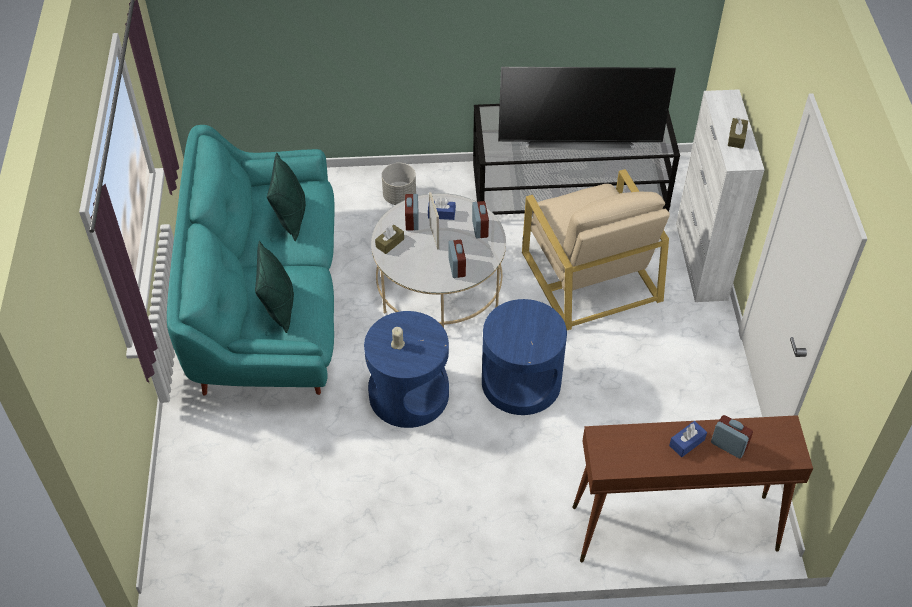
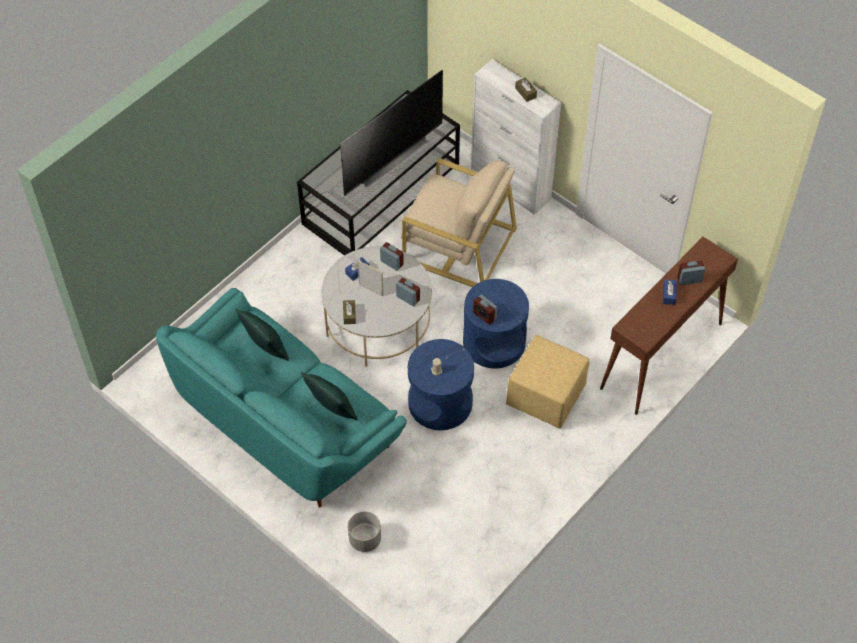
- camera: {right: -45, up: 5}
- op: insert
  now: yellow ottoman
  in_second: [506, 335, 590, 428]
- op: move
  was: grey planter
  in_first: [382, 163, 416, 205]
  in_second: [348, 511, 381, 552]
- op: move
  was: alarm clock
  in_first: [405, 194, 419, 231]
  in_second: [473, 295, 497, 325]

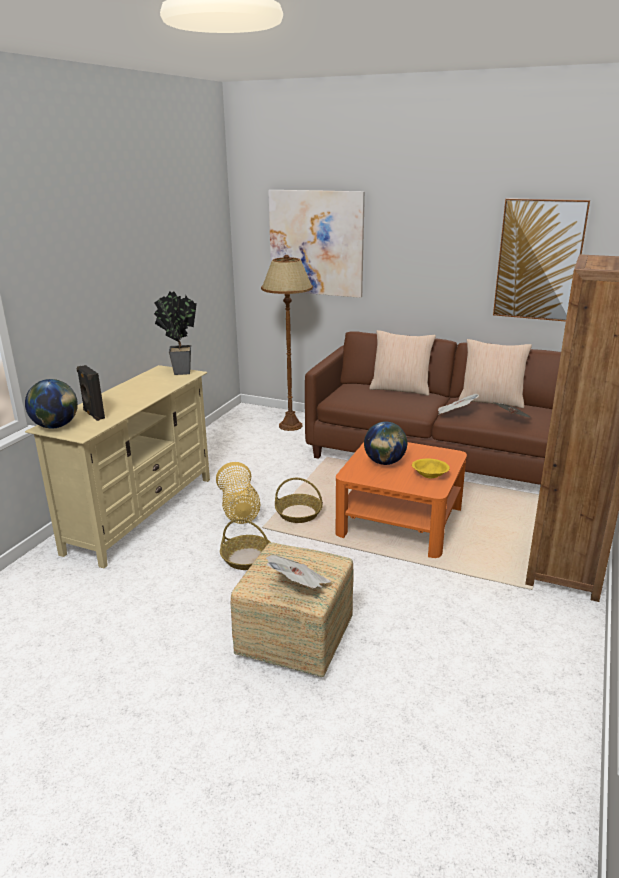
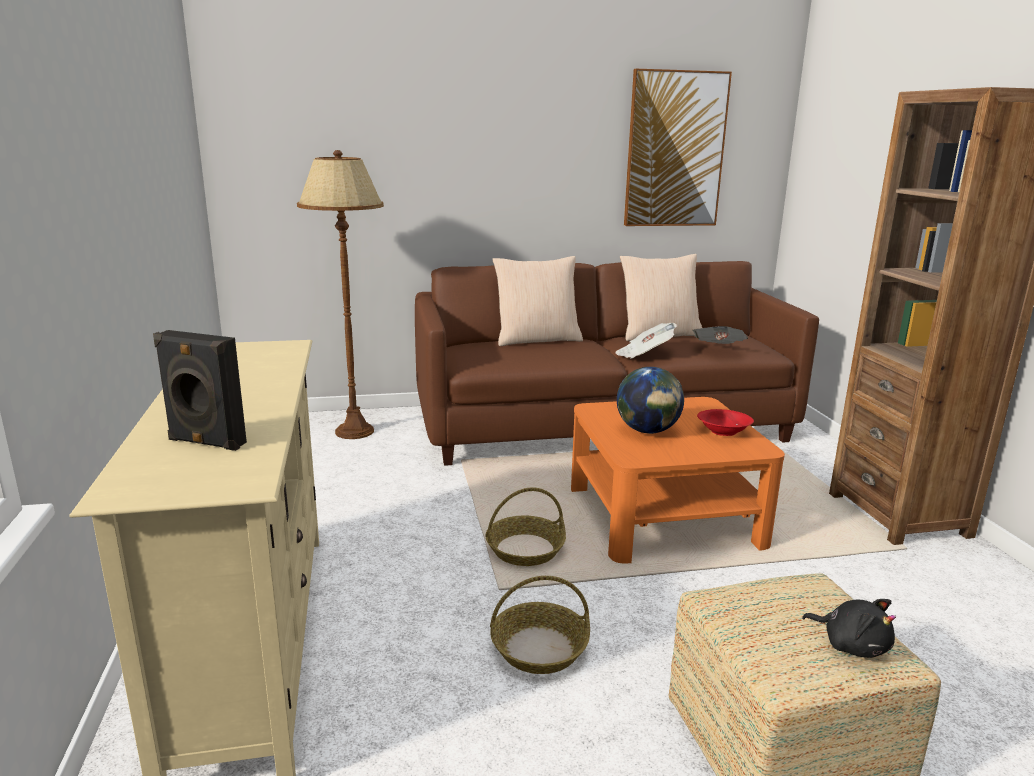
- camera: {right: -35, up: -5}
- op: delete
  was: globe
  in_first: [25, 379, 78, 429]
- op: delete
  was: potted plant
  in_first: [154, 291, 197, 375]
- op: delete
  was: basket
  in_first: [216, 462, 260, 524]
- op: delete
  was: picture
  in_first: [268, 190, 365, 298]
- op: replace
  was: newspaper
  now: black plush toy
  in_first: [266, 555, 331, 588]
  in_second: [802, 599, 896, 658]
- op: recolor
  was: yellow bowl
  now: red bowl
  in_first: [412, 459, 450, 479]
  in_second: [697, 409, 754, 436]

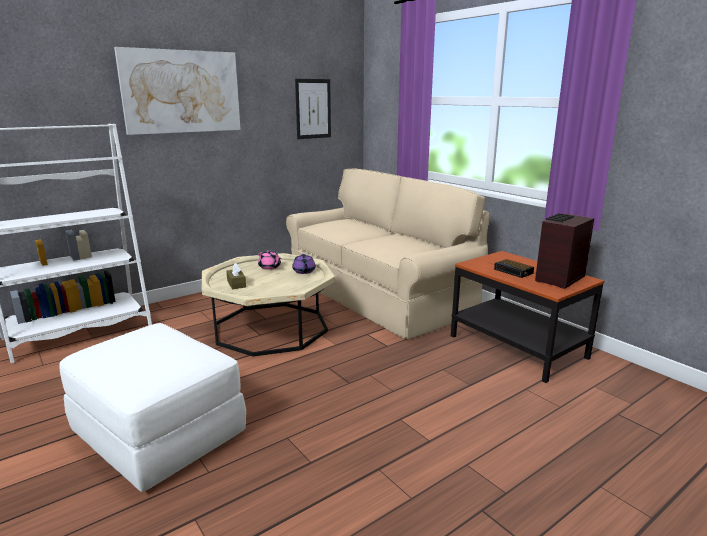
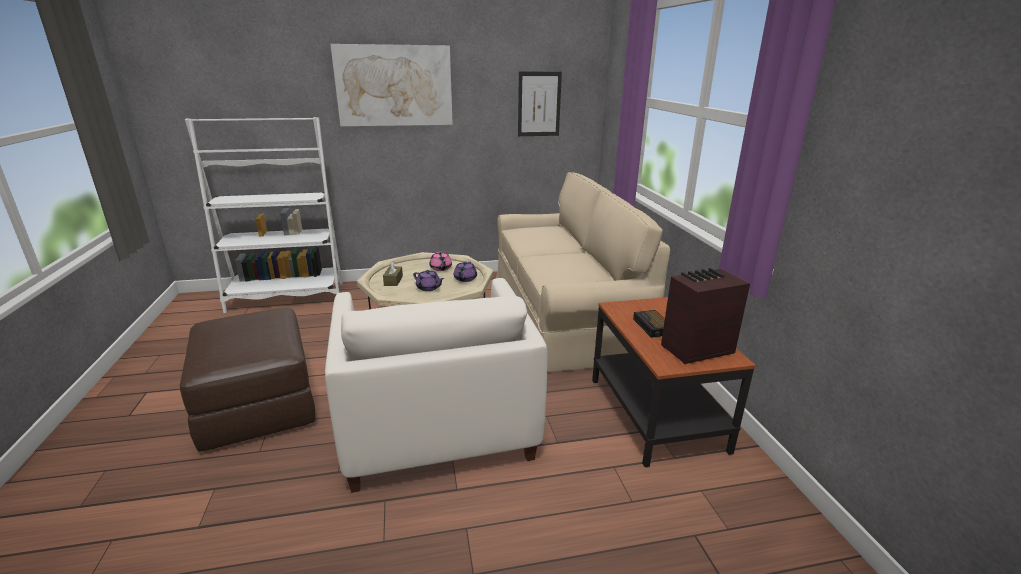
- camera: {right: 25, up: 5}
- op: insert
  now: white armchair
  in_second: [325, 278, 548, 493]
- op: insert
  now: purple teapot
  in_second: [413, 270, 445, 291]
- op: recolor
  was: white ottoman
  now: brown ottoman
  in_first: [59, 323, 246, 492]
  in_second: [180, 308, 316, 452]

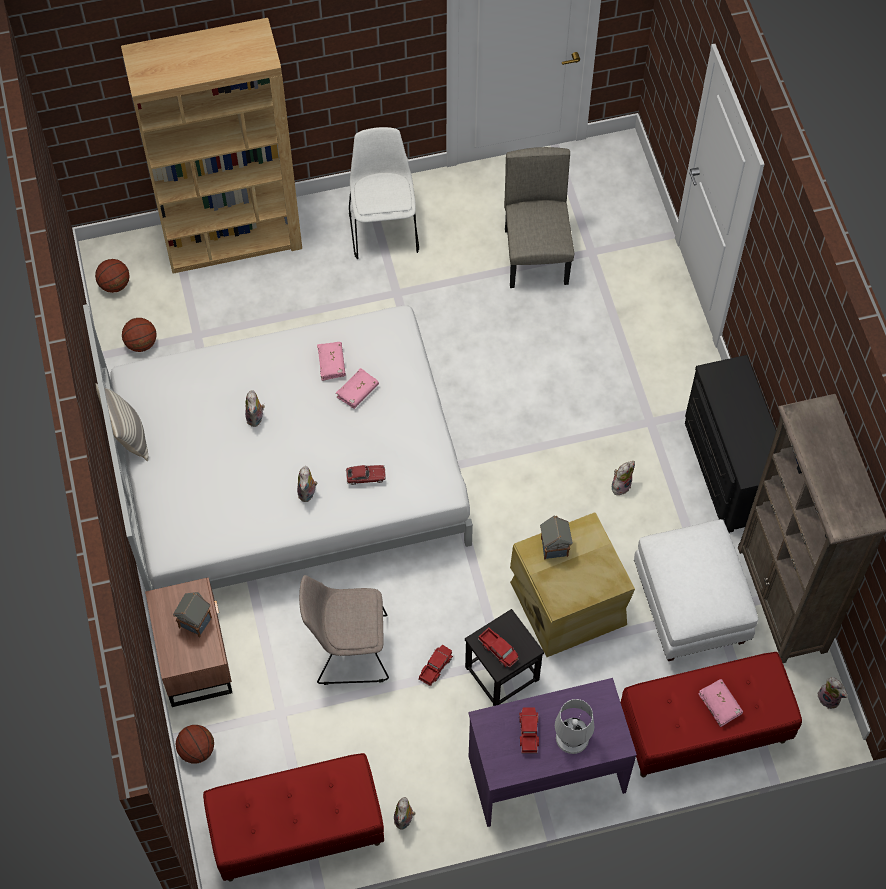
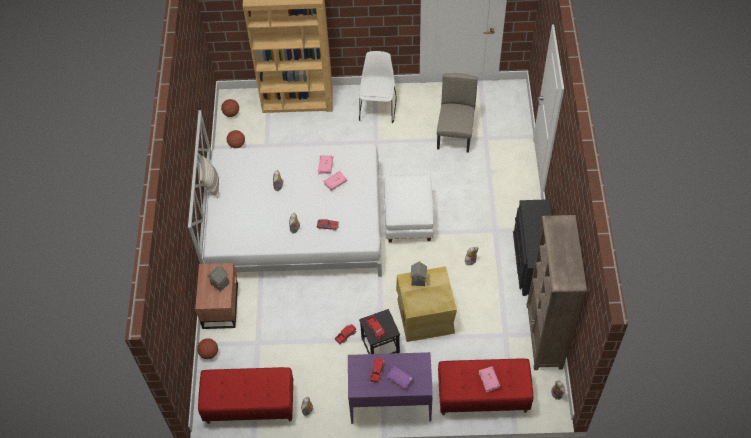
- camera: {right: 15, up: -5}
- op: delete
  was: beige chair
  in_first: [299, 575, 389, 685]
- op: move
  was: white ottoman
  in_first: [634, 519, 758, 661]
  in_second: [384, 175, 434, 242]
- op: replace
  was: white table lamp
  now: purple book
  in_first: [555, 699, 594, 754]
  in_second: [386, 366, 414, 391]

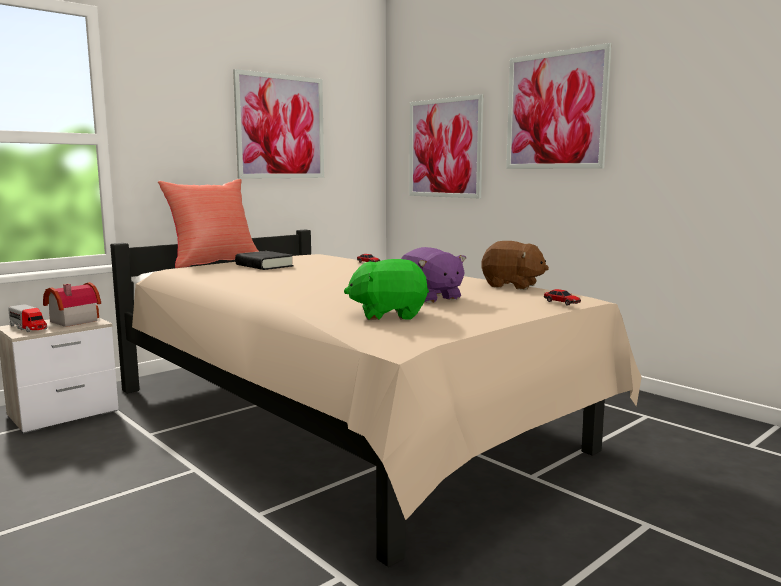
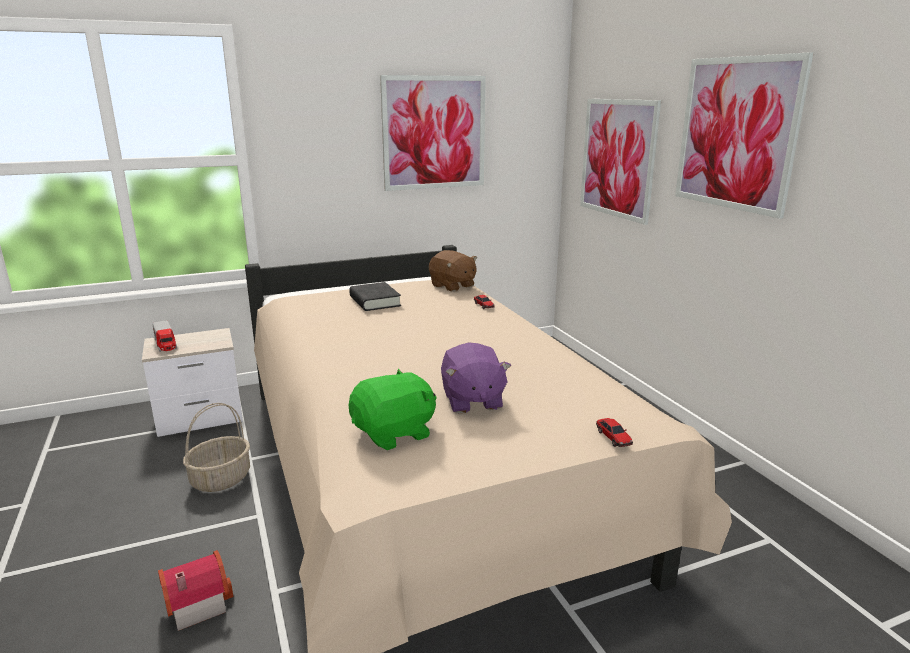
- camera: {right: 20, up: 10}
- op: delete
  was: red pillow
  in_first: [158, 179, 259, 268]
- op: insert
  now: basket
  in_second: [183, 403, 250, 492]
- op: move
  was: toy house
  in_first: [43, 282, 101, 327]
  in_second: [158, 550, 234, 631]
- op: move
  was: brown plush toy
  in_first: [481, 241, 549, 290]
  in_second: [429, 250, 477, 292]
- op: rotate
  was: green plush toy
  in_first: [344, 259, 429, 320]
  in_second: [349, 369, 437, 450]
  clockwise: 135

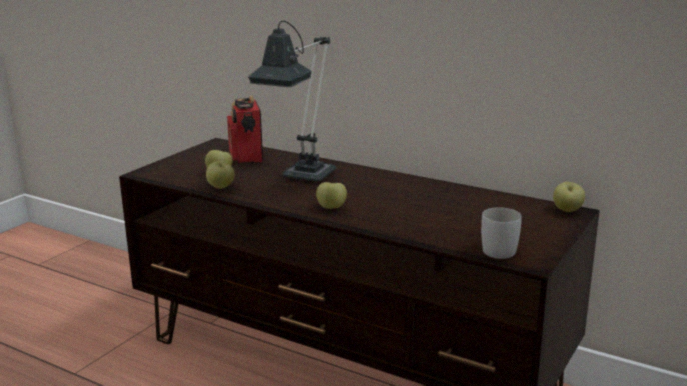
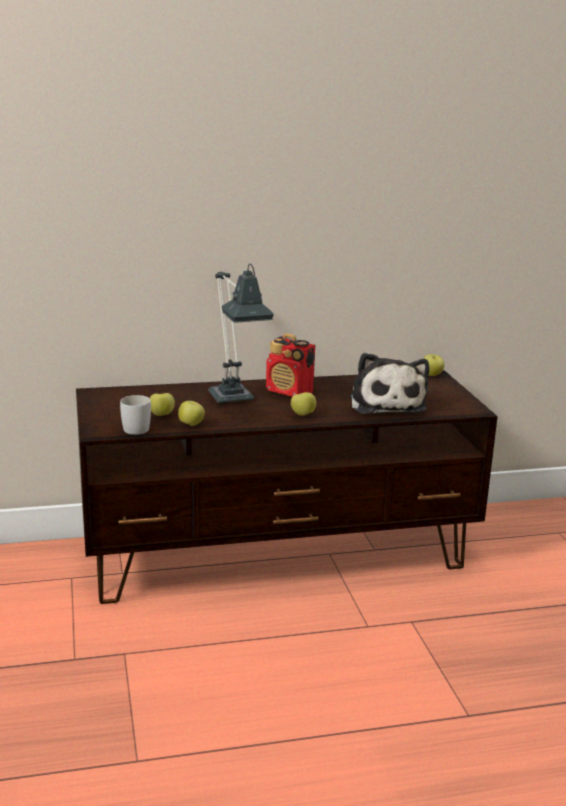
- camera: {right: -45, up: 0}
- op: insert
  now: plush toy
  in_second: [351, 352, 429, 414]
- op: move
  was: radio
  in_first: [227, 95, 264, 163]
  in_second: [266, 333, 315, 397]
- op: move
  was: white mug
  in_first: [481, 207, 522, 259]
  in_second: [120, 395, 151, 435]

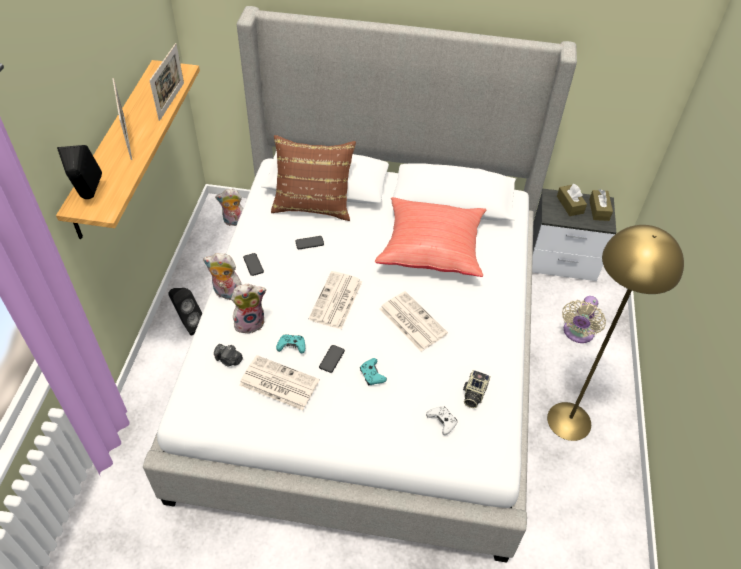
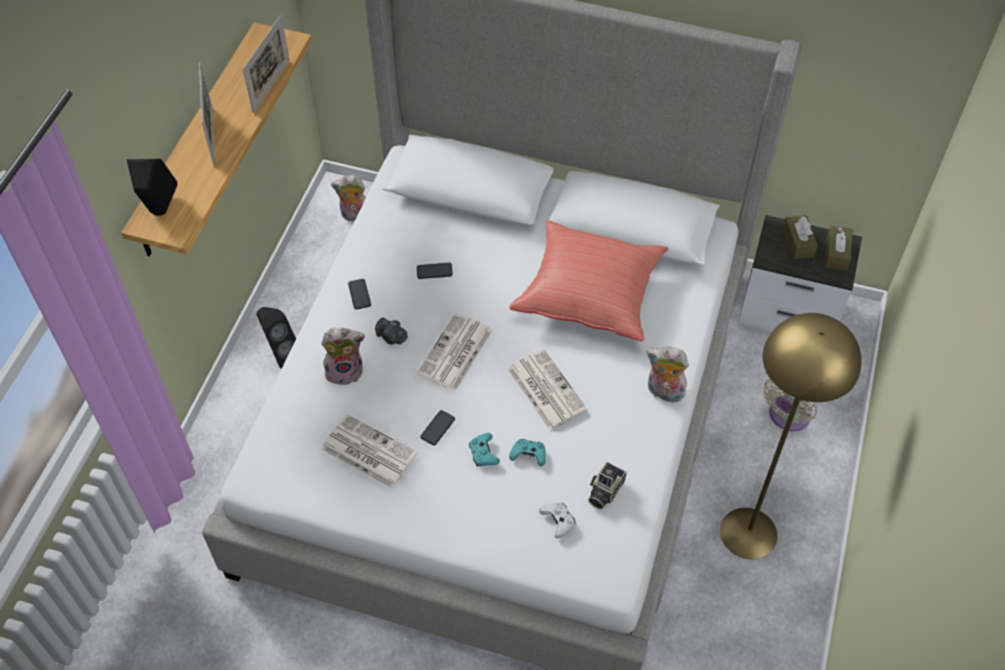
- camera: {right: 10, up: 5}
- op: delete
  was: brown pillow
  in_first: [271, 135, 356, 221]
- op: move
  was: plush toy
  in_first: [203, 253, 242, 300]
  in_second: [646, 347, 689, 402]
- op: move
  was: photo camera
  in_first: [214, 344, 243, 366]
  in_second: [375, 318, 408, 345]
- op: move
  was: turquoise game controller
  in_first: [276, 334, 305, 354]
  in_second: [509, 439, 546, 466]

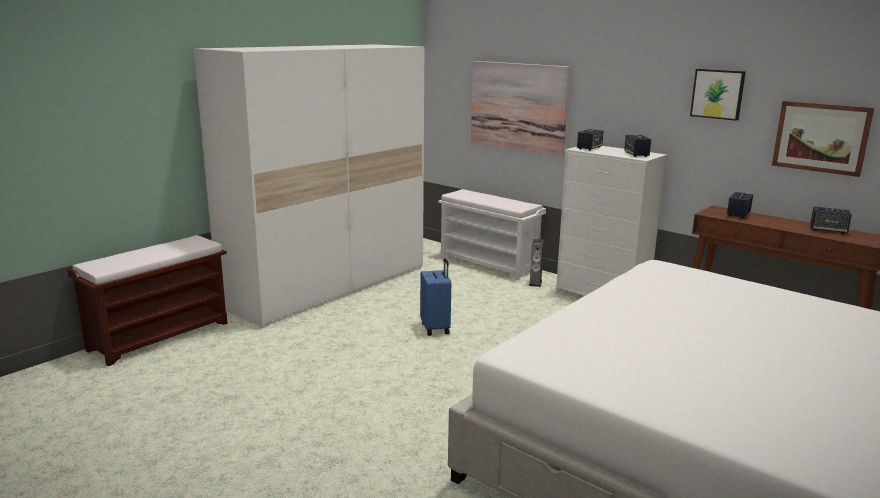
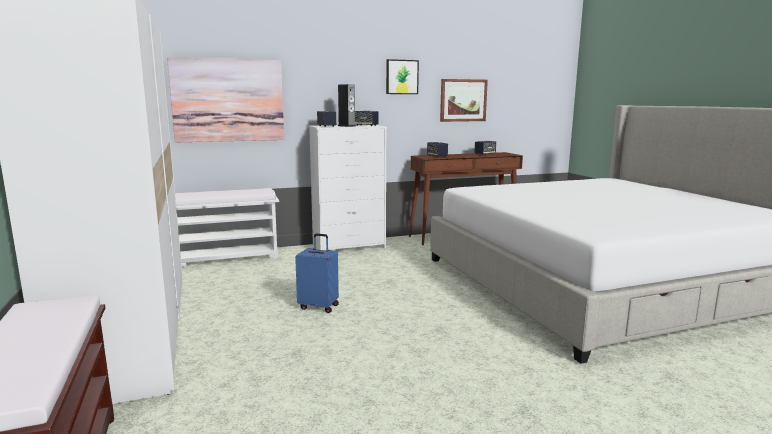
- camera: {right: -60, up: -5}
- op: move
  was: speaker
  in_first: [529, 239, 544, 287]
  in_second: [338, 84, 356, 127]

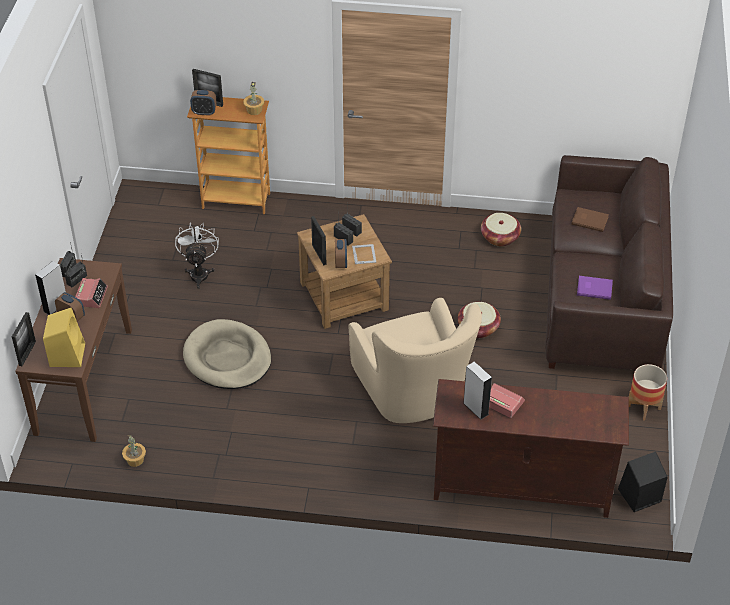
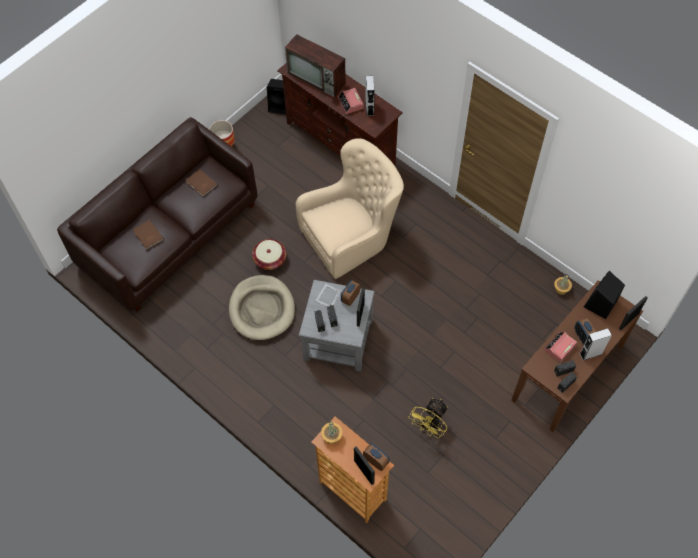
- camera: {right: -145, up: 15}
- op: delete
  was: basket
  in_first: [481, 213, 521, 246]
- op: insert
  now: television
  in_second: [285, 34, 346, 97]
- op: move
  was: beige dog bed
  in_first: [183, 319, 271, 389]
  in_second: [229, 275, 295, 340]
- op: recolor
  was: yellow speaker
  now: black speaker
  in_first: [43, 308, 85, 367]
  in_second: [584, 271, 625, 319]
- op: recolor
  was: white fan
  now: yellow fan
  in_first: [175, 222, 219, 289]
  in_second: [409, 398, 448, 438]
- op: recolor
  was: brown side table
  now: grey side table
  in_first: [297, 214, 392, 329]
  in_second: [299, 280, 374, 371]
- op: recolor
  was: purple book
  now: brown book
  in_first: [577, 276, 613, 300]
  in_second: [185, 169, 218, 197]
- op: rotate
  was: beige armchair
  in_first: [348, 298, 482, 423]
  in_second: [296, 138, 404, 279]
  clockwise: 45

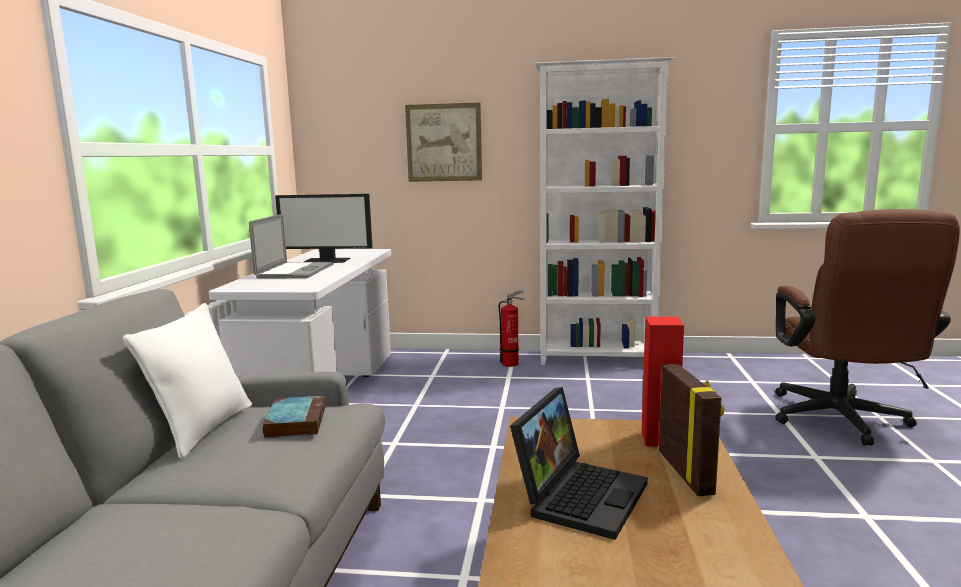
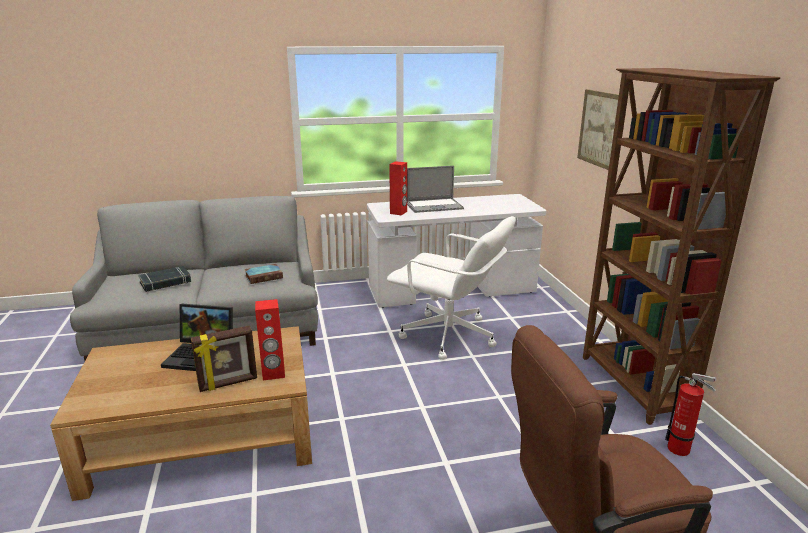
- camera: {right: 70, up: 10}
- op: delete
  was: white pillow
  in_first: [123, 303, 252, 460]
- op: delete
  was: monitor
  in_first: [275, 194, 373, 263]
- op: insert
  now: black book
  in_second: [138, 266, 191, 292]
- op: insert
  now: white office chair
  in_second: [387, 216, 515, 360]
- op: insert
  now: red speaker
  in_second: [389, 161, 407, 216]
- op: move
  was: fire extinguisher
  in_first: [499, 290, 525, 367]
  in_second: [665, 373, 716, 456]
- op: recolor
  was: white bookcase
  now: brown bookcase
  in_first: [535, 57, 674, 365]
  in_second: [583, 68, 780, 425]

